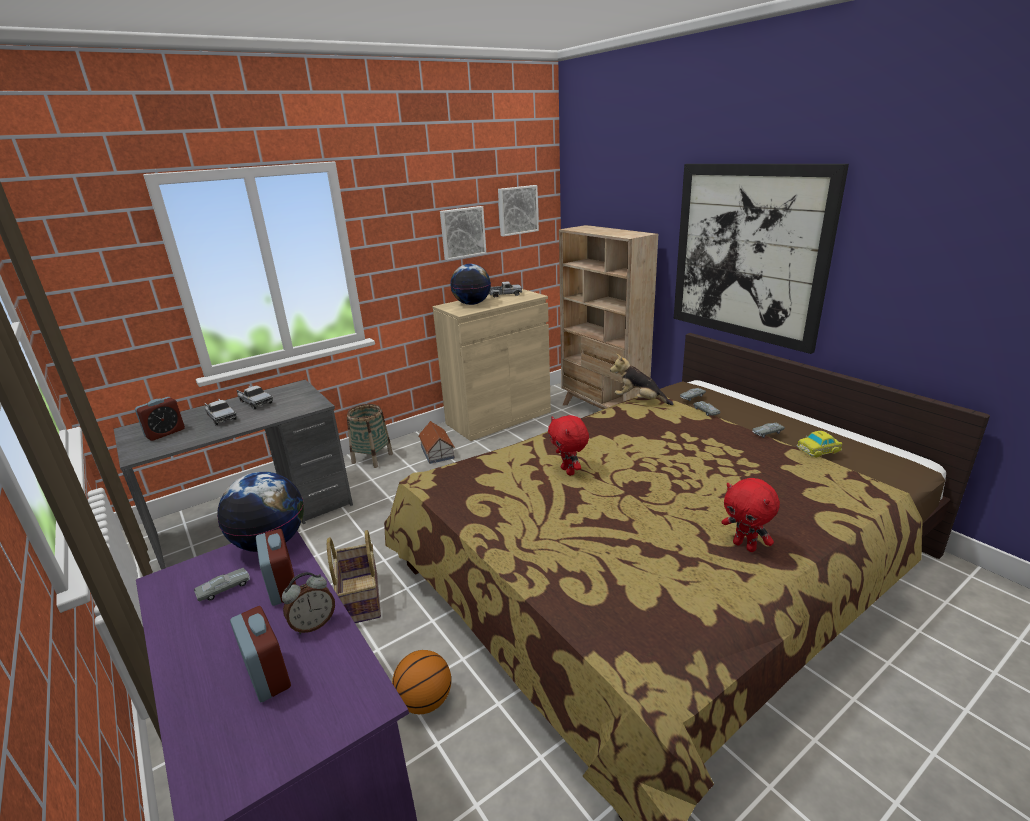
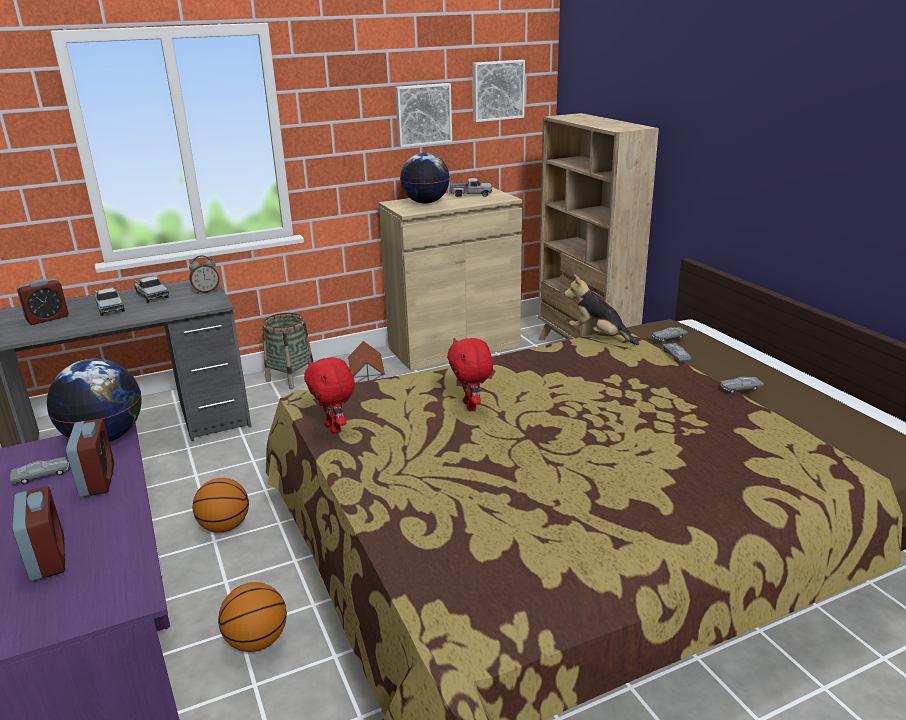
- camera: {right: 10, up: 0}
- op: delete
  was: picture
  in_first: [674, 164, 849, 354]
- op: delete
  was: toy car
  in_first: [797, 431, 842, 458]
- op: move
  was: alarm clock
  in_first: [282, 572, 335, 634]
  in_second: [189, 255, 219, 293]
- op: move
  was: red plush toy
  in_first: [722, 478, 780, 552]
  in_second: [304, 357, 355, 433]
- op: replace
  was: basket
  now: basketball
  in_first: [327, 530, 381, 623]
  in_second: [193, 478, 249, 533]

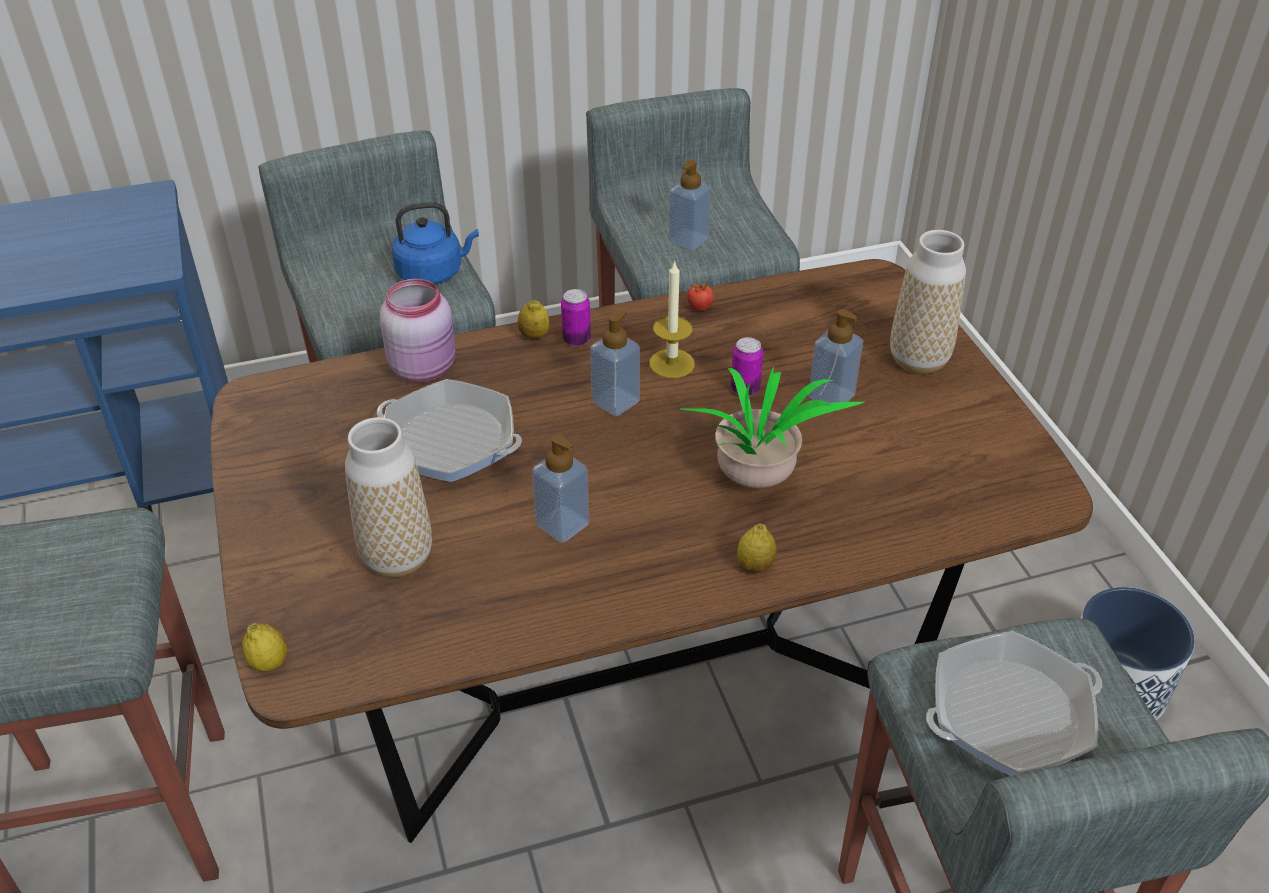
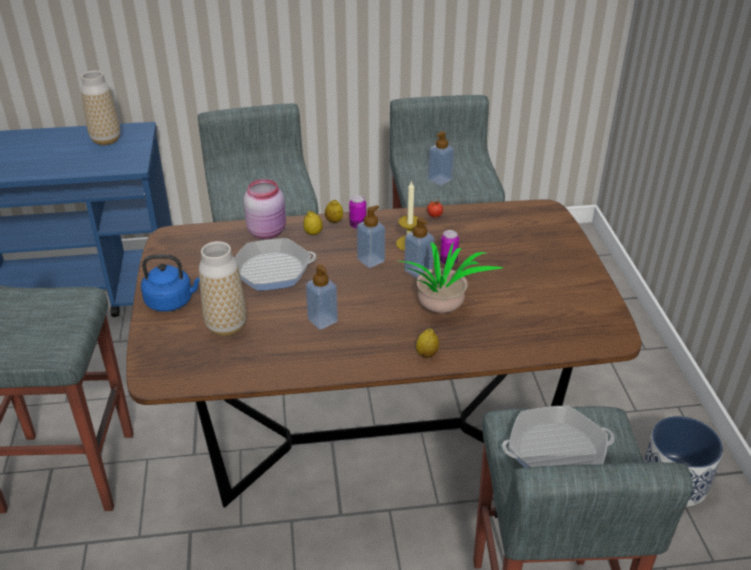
- camera: {right: 10, up: -5}
- op: move
  was: lemon
  in_first: [242, 623, 288, 671]
  in_second: [303, 211, 323, 235]
- op: move
  was: blue kettle
  in_first: [392, 202, 479, 285]
  in_second: [141, 254, 199, 312]
- op: move
  was: soap dispenser
  in_first: [808, 309, 863, 411]
  in_second: [404, 217, 435, 279]
- op: move
  was: vase
  in_first: [890, 230, 966, 374]
  in_second: [81, 71, 120, 145]
- op: rotate
  was: frying pan
  in_first: [377, 379, 522, 482]
  in_second: [235, 238, 316, 291]
  clockwise: -45

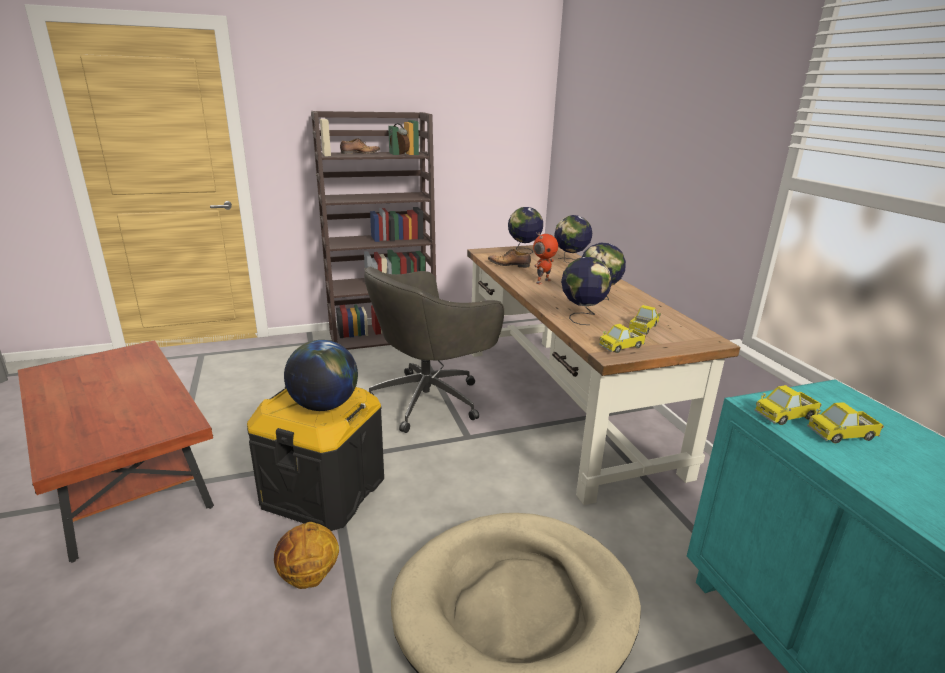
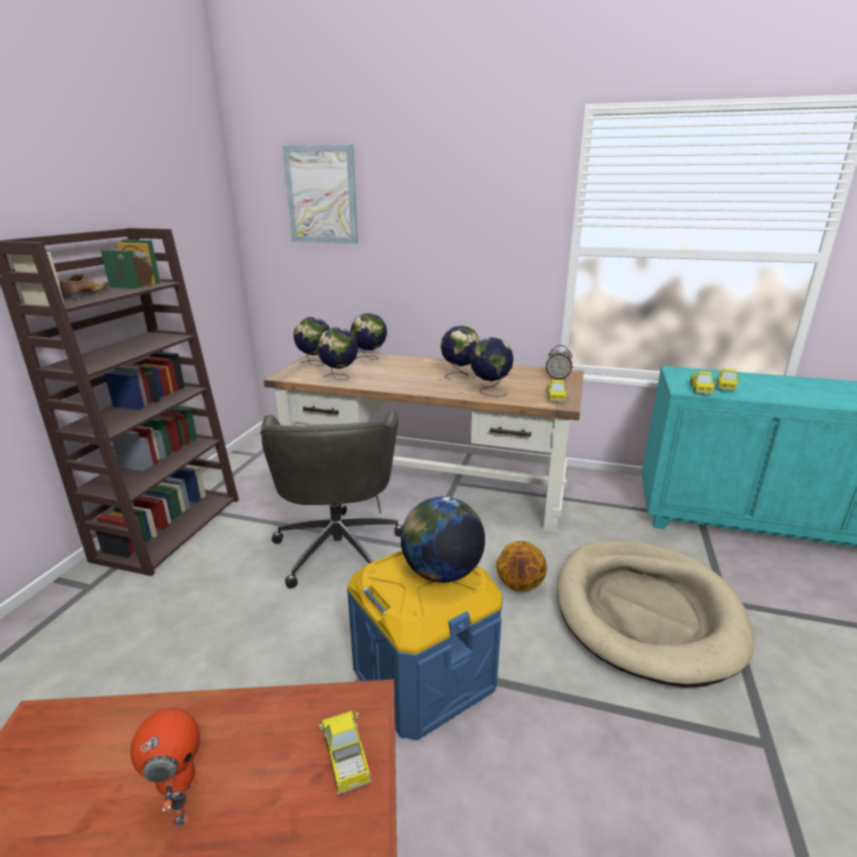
- camera: {right: -55, up: 0}
- op: insert
  now: picture
  in_second: [282, 144, 358, 244]
- op: insert
  now: alarm clock
  in_second: [546, 345, 572, 380]
- op: move
  was: basketball
  in_first: [274, 522, 339, 589]
  in_second: [496, 541, 547, 591]
- op: move
  was: toy robot
  in_first: [533, 232, 558, 284]
  in_second: [130, 708, 200, 826]
- op: move
  was: toy truck
  in_first: [629, 305, 661, 334]
  in_second: [319, 711, 371, 795]
- op: replace
  was: shoe
  now: globe
  in_first: [488, 249, 531, 268]
  in_second: [317, 328, 358, 380]
- op: recolor
  was: black storage box
  now: blue storage box
  in_first: [247, 386, 384, 531]
  in_second: [347, 550, 503, 740]

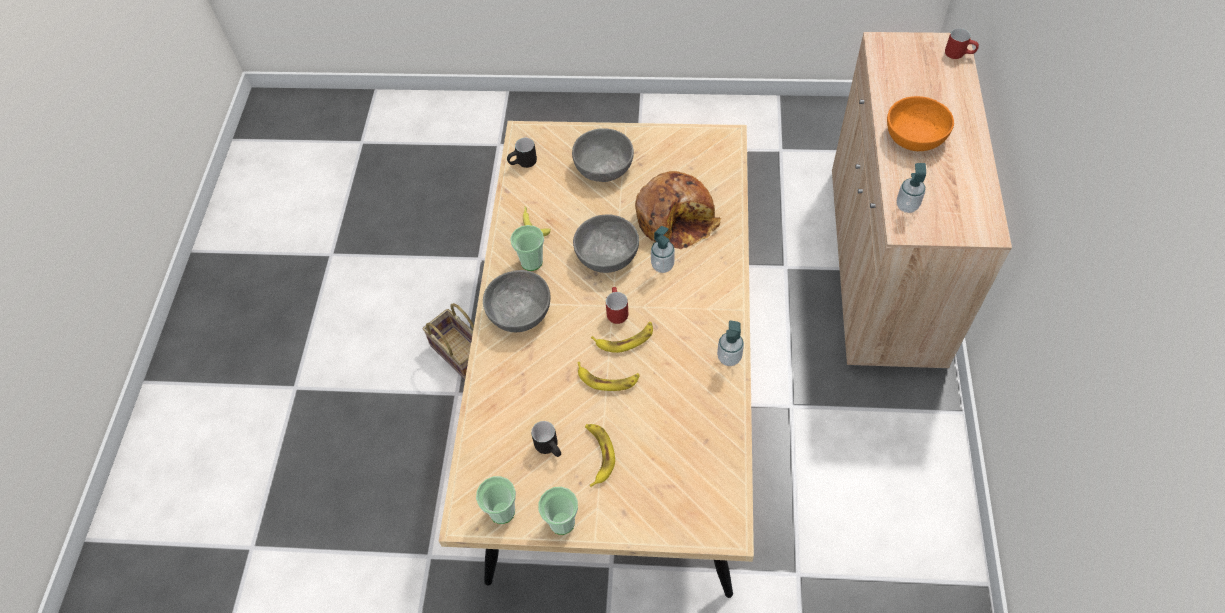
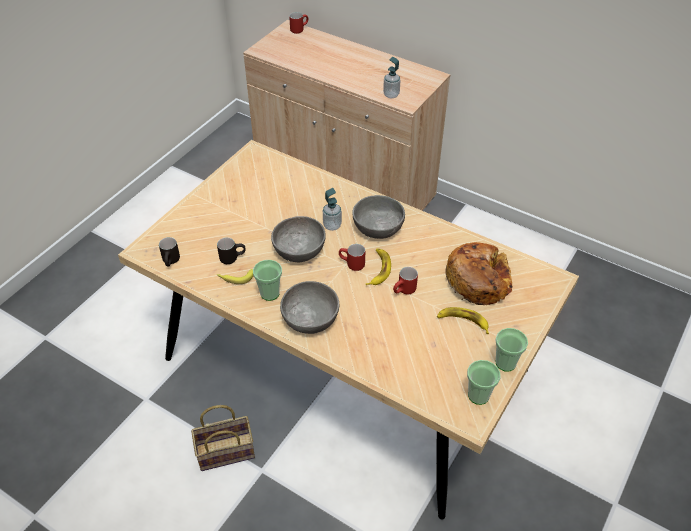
- camera: {right: -65, up: -10}
- op: delete
  was: soap dispenser
  in_first: [717, 320, 744, 366]
- op: delete
  was: orange bowl
  in_first: [887, 96, 954, 151]
- op: move
  was: black mug
  in_first: [531, 421, 561, 457]
  in_second: [217, 237, 246, 264]
- op: move
  was: grey bowl
  in_first: [572, 128, 634, 182]
  in_second: [352, 195, 405, 239]
- op: move
  was: bread
  in_first: [635, 171, 721, 249]
  in_second: [445, 242, 513, 305]
- op: replace
  was: banana
  now: red mug
  in_first: [577, 362, 640, 391]
  in_second: [393, 267, 418, 294]

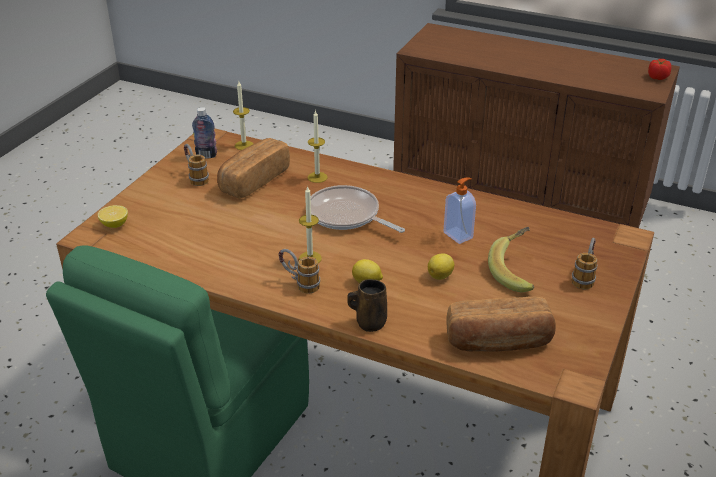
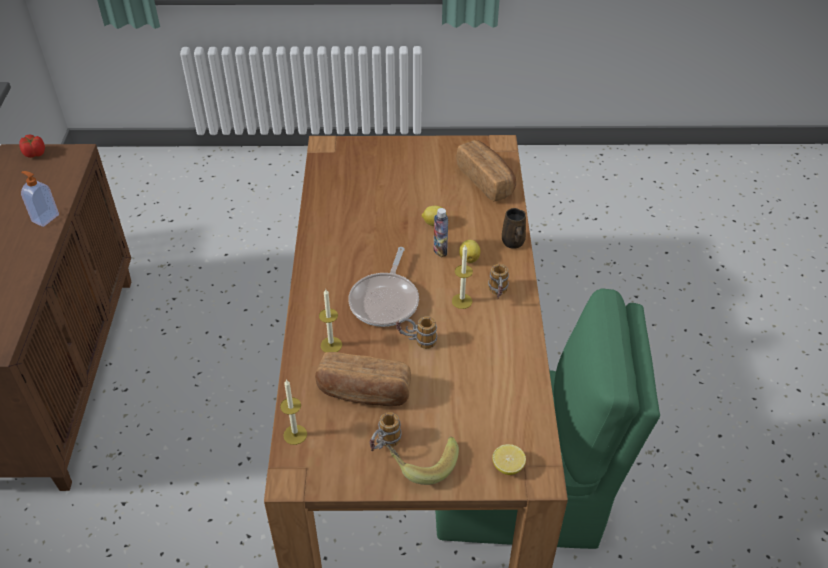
- camera: {right: -115, up: 10}
- op: move
  was: bottle
  in_first: [192, 107, 217, 159]
  in_second: [434, 208, 448, 257]
- op: move
  was: soap dispenser
  in_first: [444, 177, 476, 244]
  in_second: [21, 171, 59, 227]
- op: move
  was: banana
  in_first: [488, 227, 534, 292]
  in_second: [387, 437, 459, 485]
- op: move
  was: mug
  in_first: [572, 238, 598, 289]
  in_second: [396, 316, 437, 349]

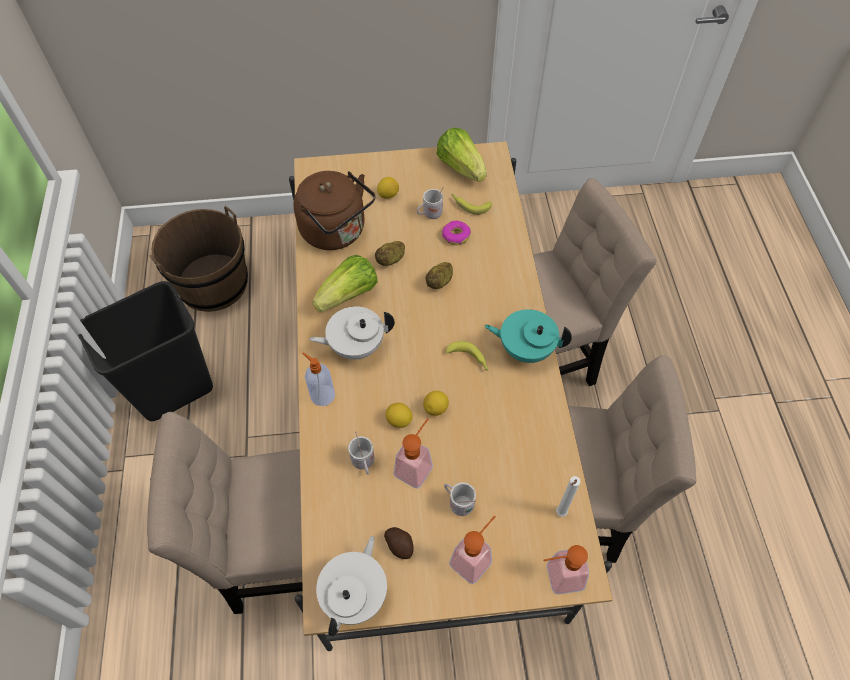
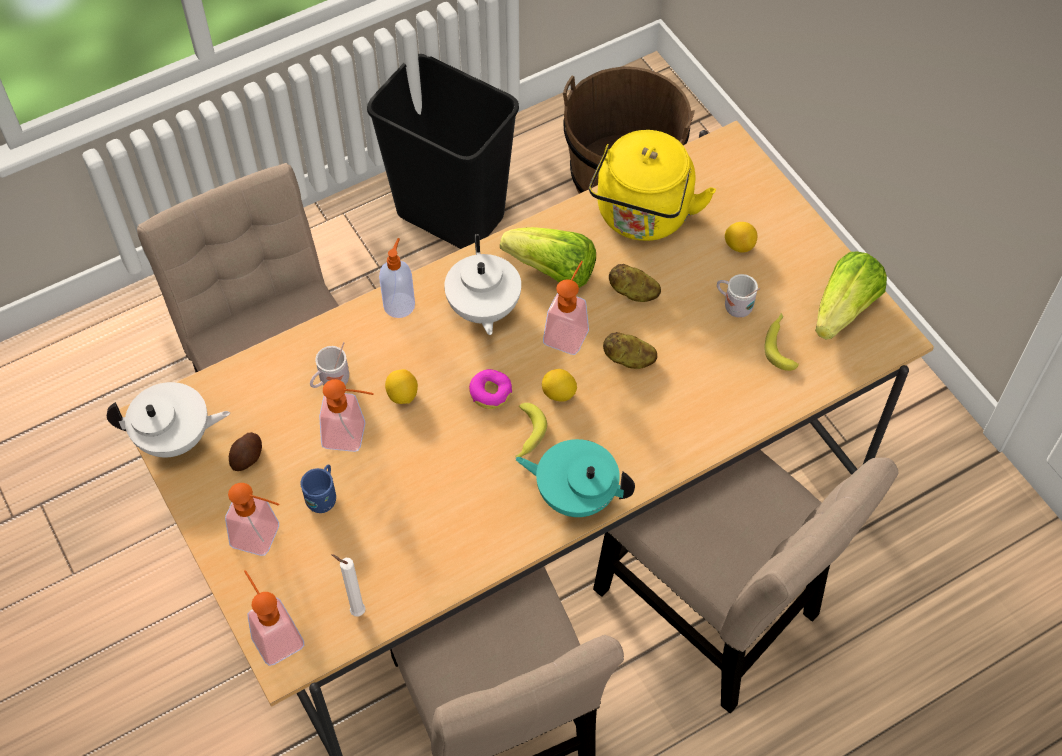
- camera: {right: 65, up: 0}
- op: insert
  now: soap dispenser
  in_second: [543, 261, 589, 355]
- op: move
  was: lemon
  in_first: [423, 391, 449, 416]
  in_second: [542, 369, 577, 402]
- op: move
  was: donut
  in_first: [442, 221, 471, 245]
  in_second: [469, 369, 512, 409]
- op: recolor
  was: brown kettle
  now: yellow kettle
  in_first: [293, 171, 375, 250]
  in_second: [589, 130, 716, 241]
- op: recolor
  was: white mug
  now: blue mug
  in_first: [444, 482, 476, 516]
  in_second: [301, 464, 336, 513]
- op: rotate
  was: white teapot
  in_first: [309, 306, 395, 360]
  in_second: [444, 234, 521, 335]
  clockwise: -150
- op: rotate
  was: turquoise teapot
  in_first: [485, 309, 572, 363]
  in_second: [515, 439, 635, 517]
  clockwise: -60

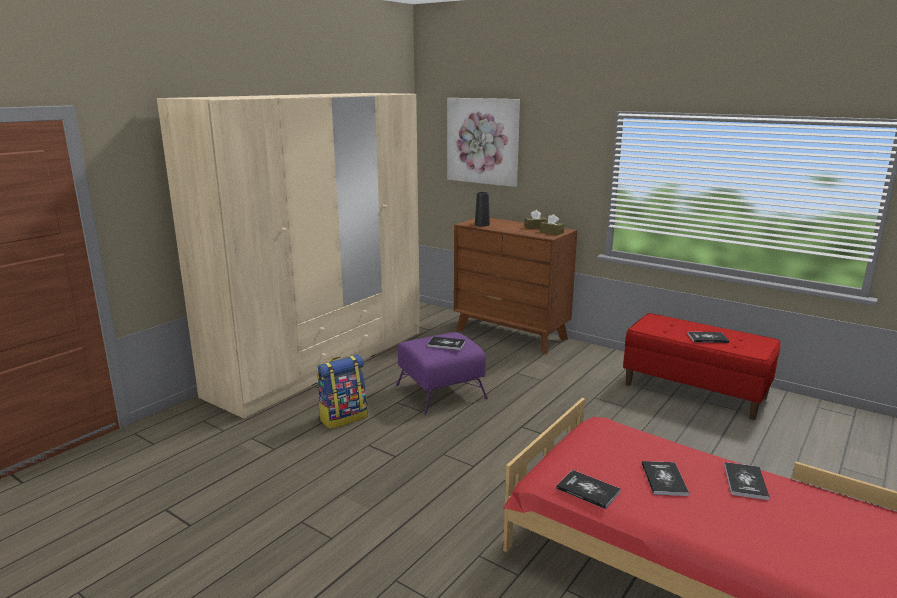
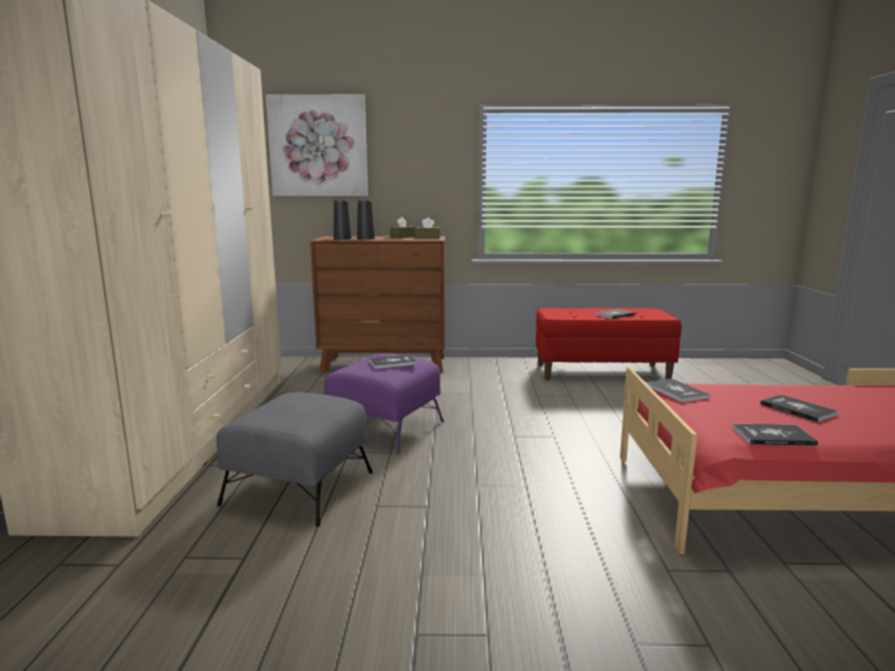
- camera: {right: -35, up: -5}
- op: insert
  now: black vase
  in_second: [357, 200, 375, 240]
- op: move
  was: book
  in_first: [724, 462, 770, 500]
  in_second: [646, 379, 710, 402]
- op: replace
  was: backpack
  now: grey ottoman
  in_first: [317, 355, 367, 429]
  in_second: [216, 392, 373, 527]

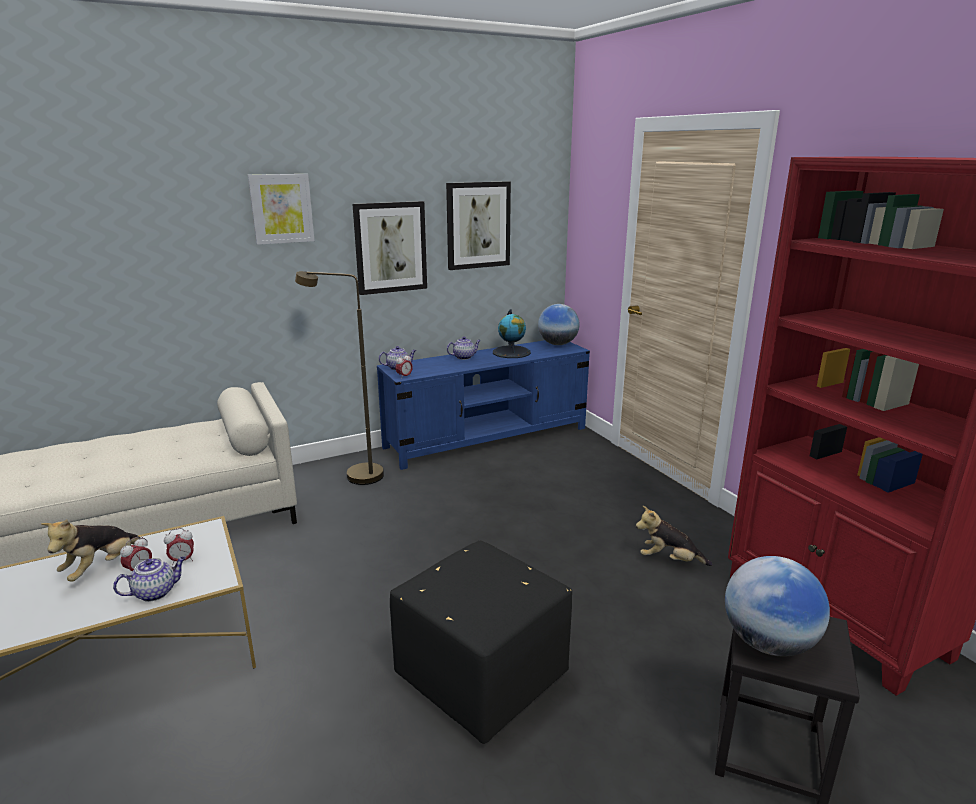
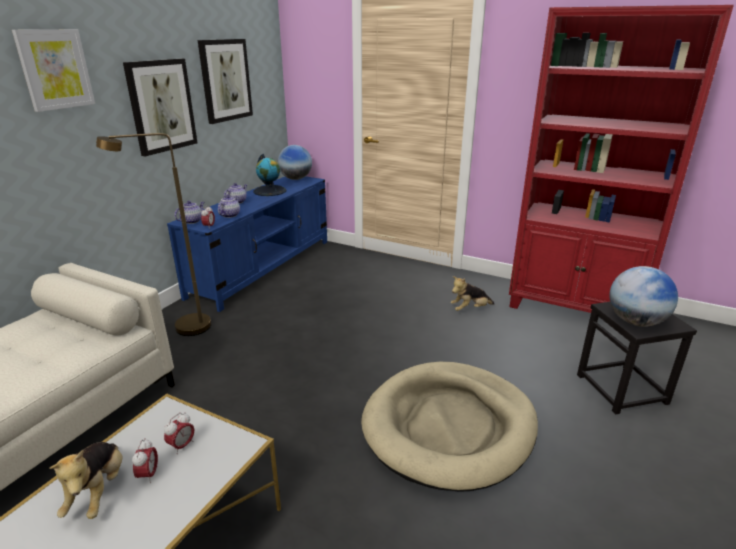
- camera: {right: -35, up: 5}
- op: move
  was: teapot
  in_first: [113, 557, 186, 602]
  in_second: [218, 195, 240, 218]
- op: replace
  was: black ottoman
  now: beige dog bed
  in_first: [390, 541, 572, 744]
  in_second: [361, 362, 538, 492]

